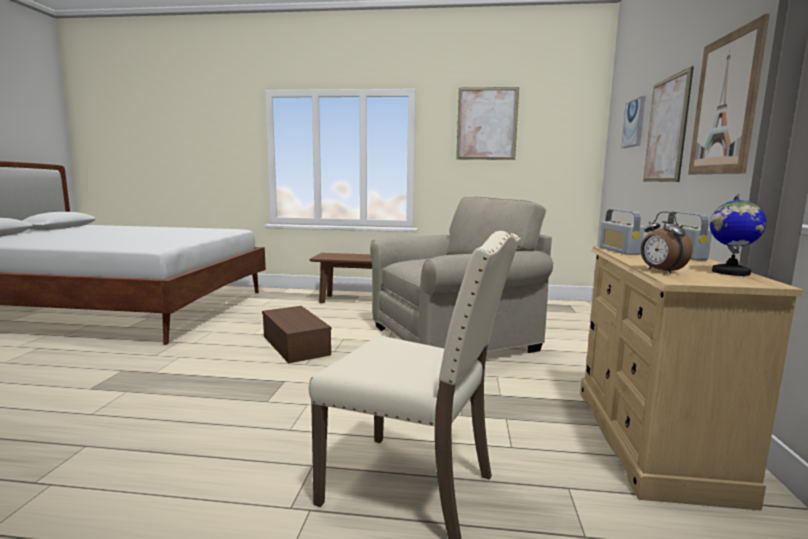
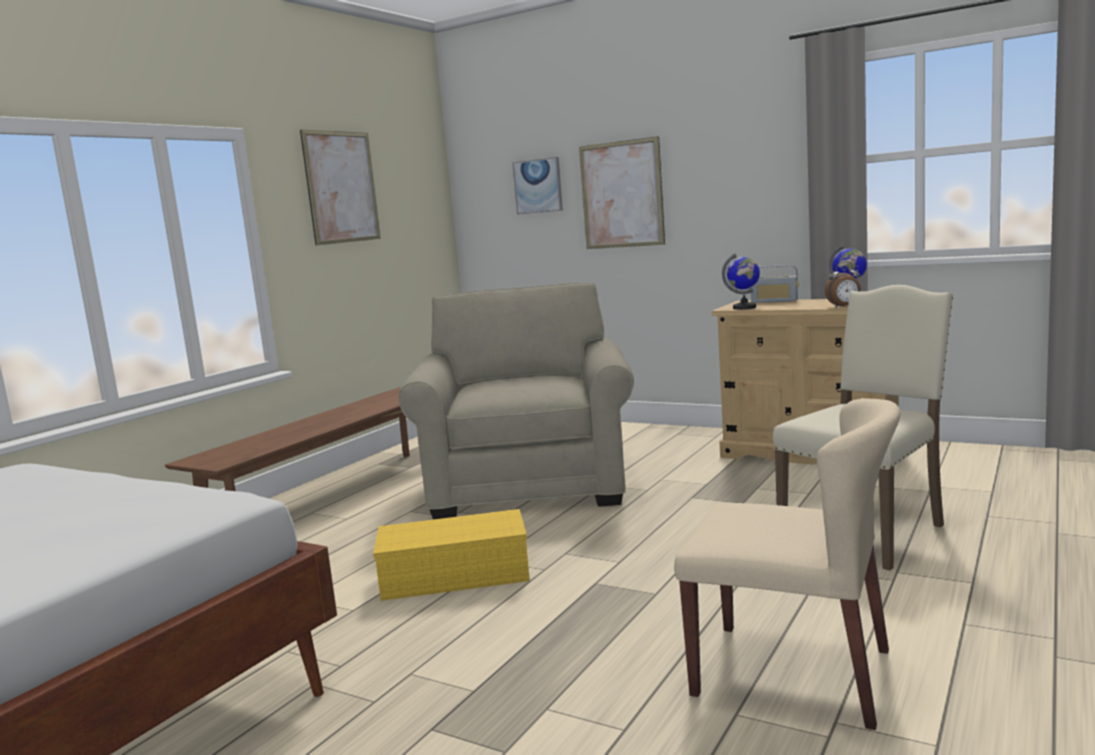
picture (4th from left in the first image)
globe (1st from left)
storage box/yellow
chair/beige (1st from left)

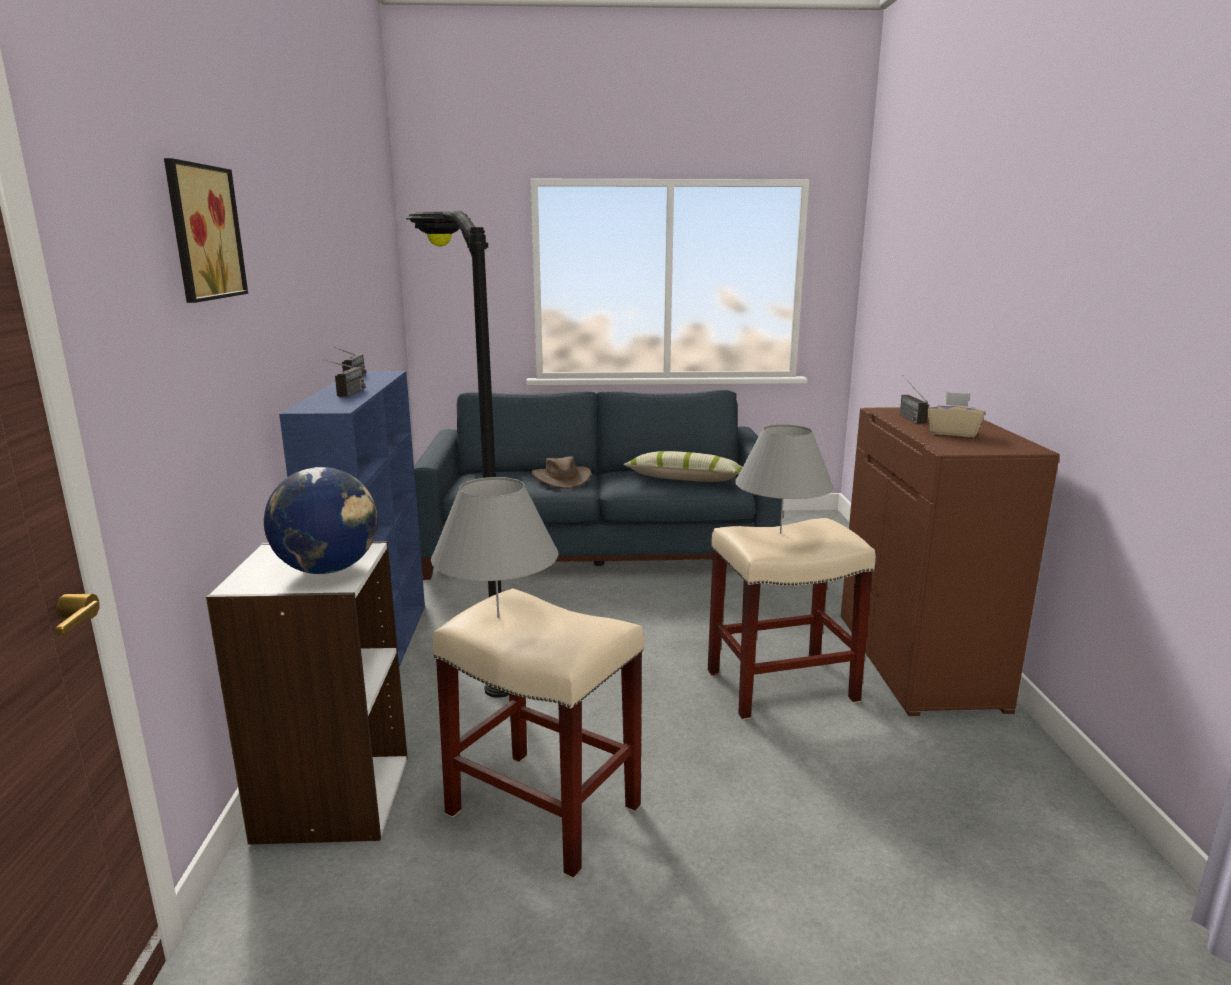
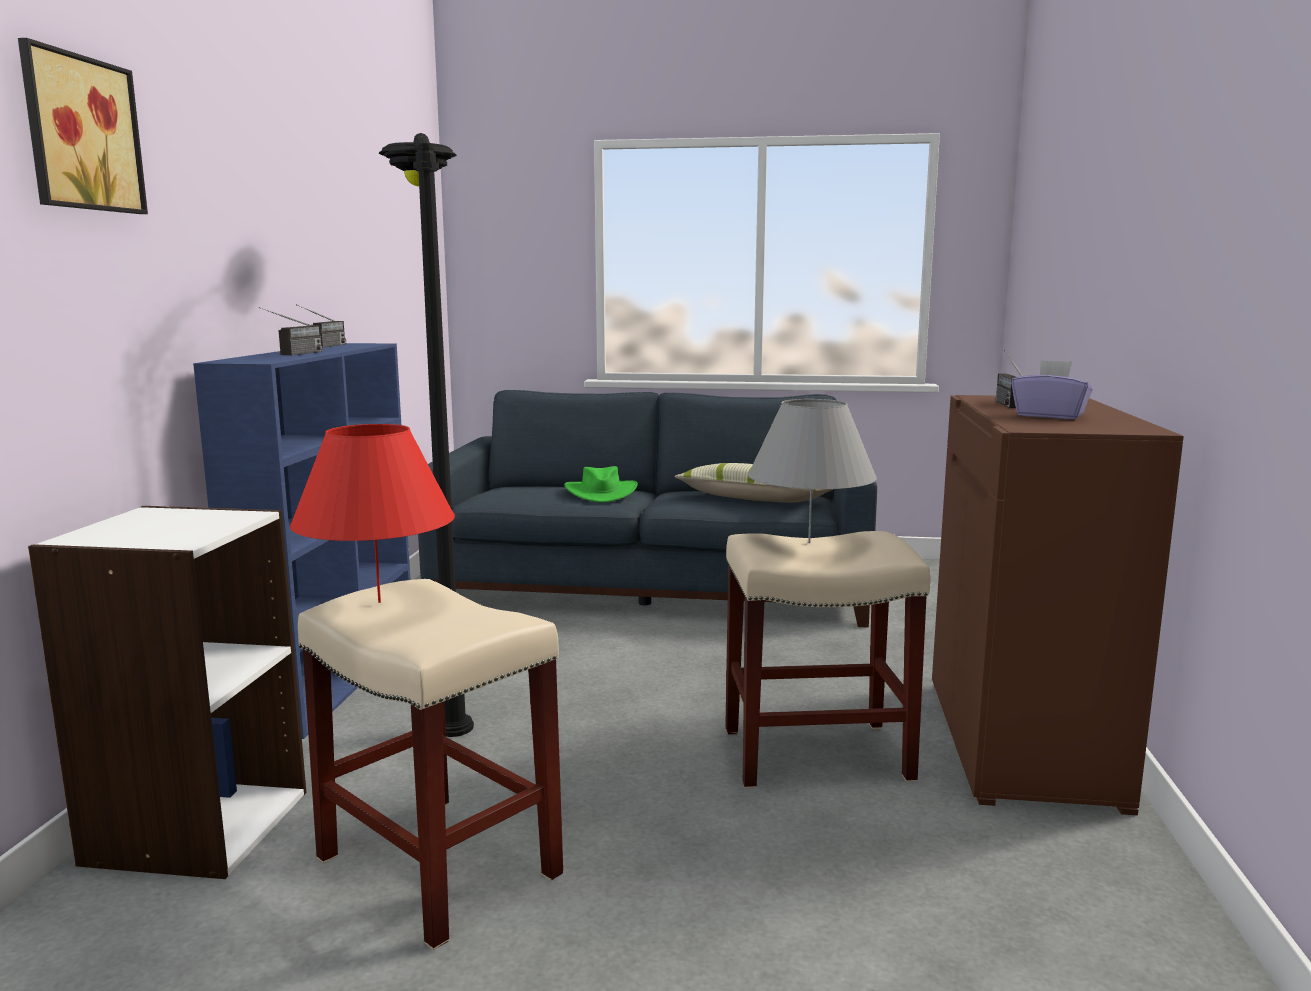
tissue box/purple
hat/green
globe
table lamp/red

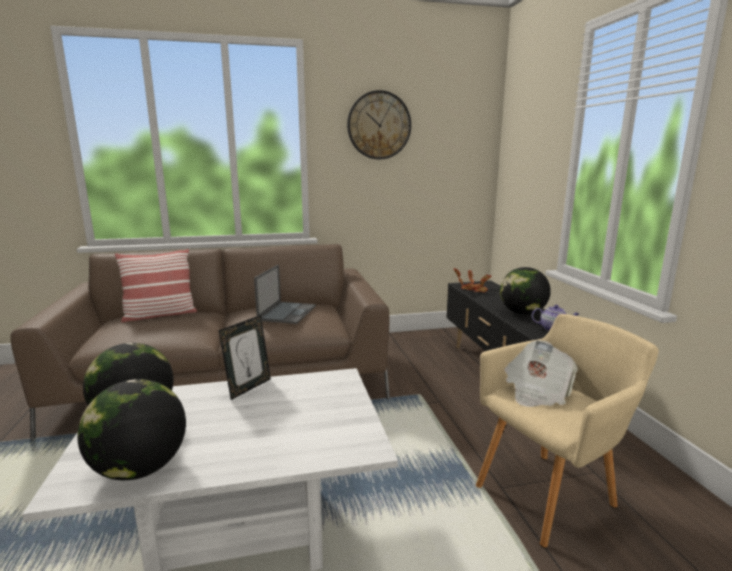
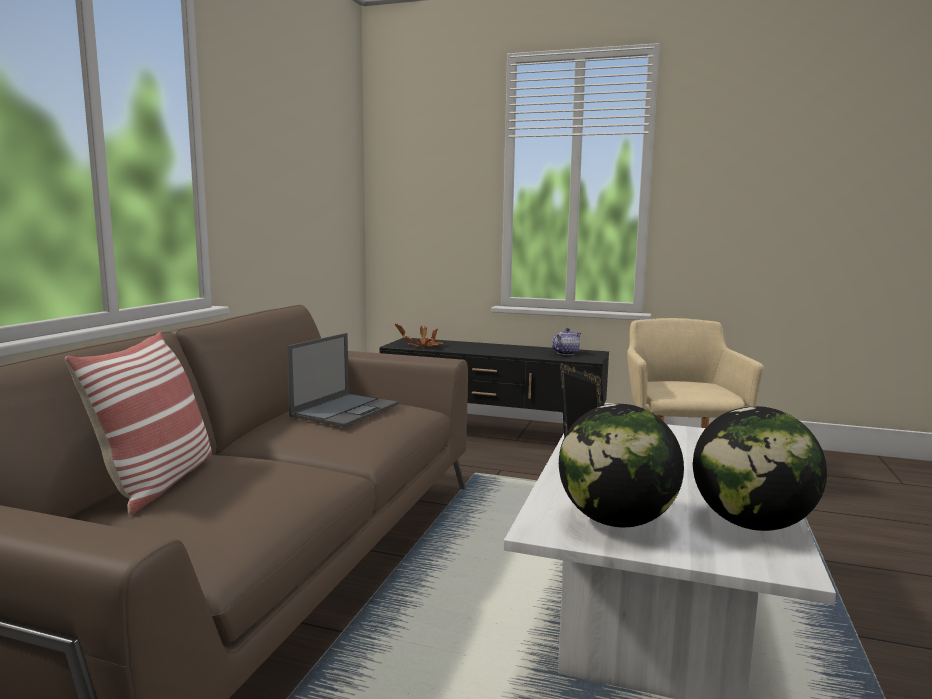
wall clock
laptop
globe (3rd from left in the first image)
newspaper

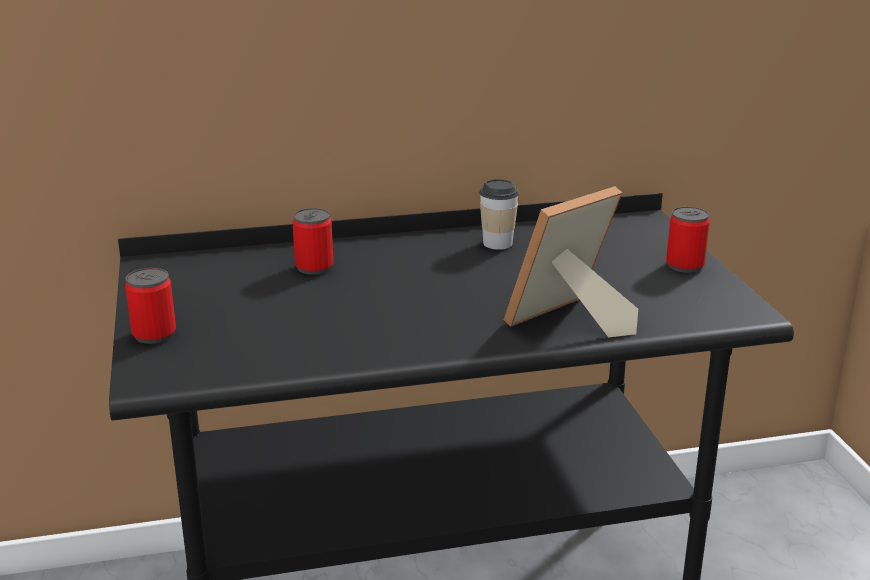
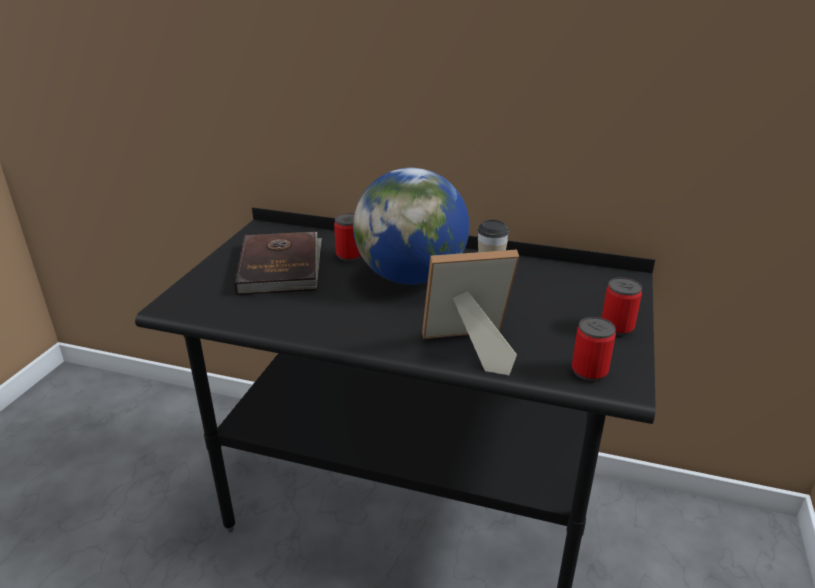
can (2nd from left)
globe
book/brown

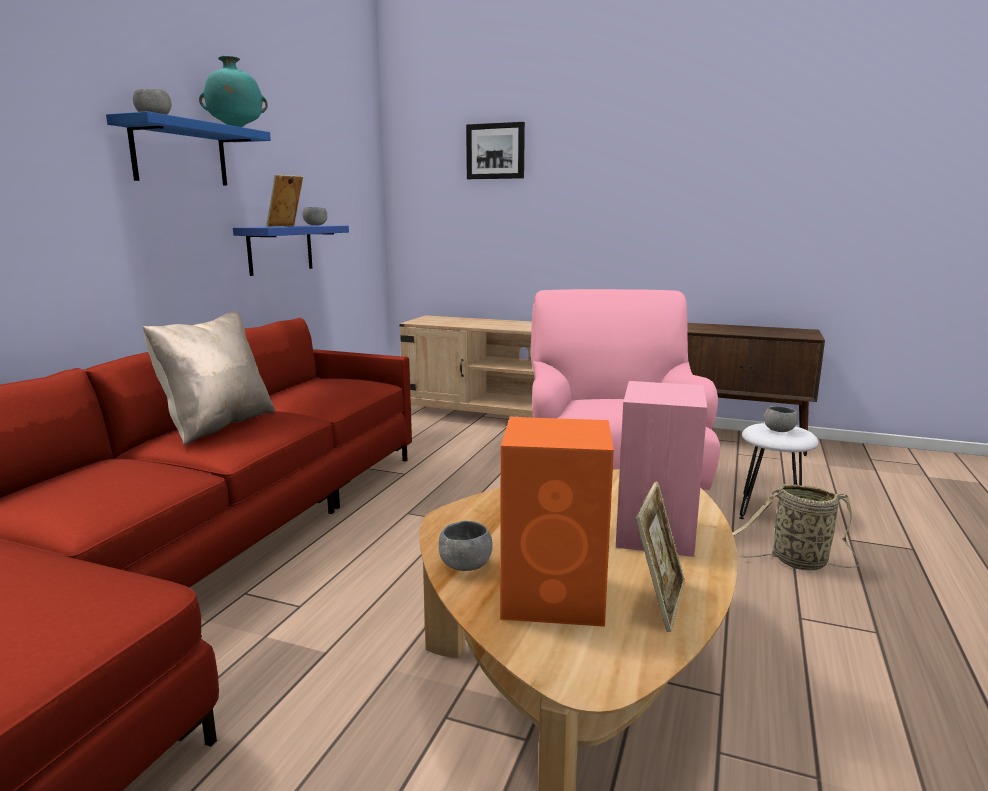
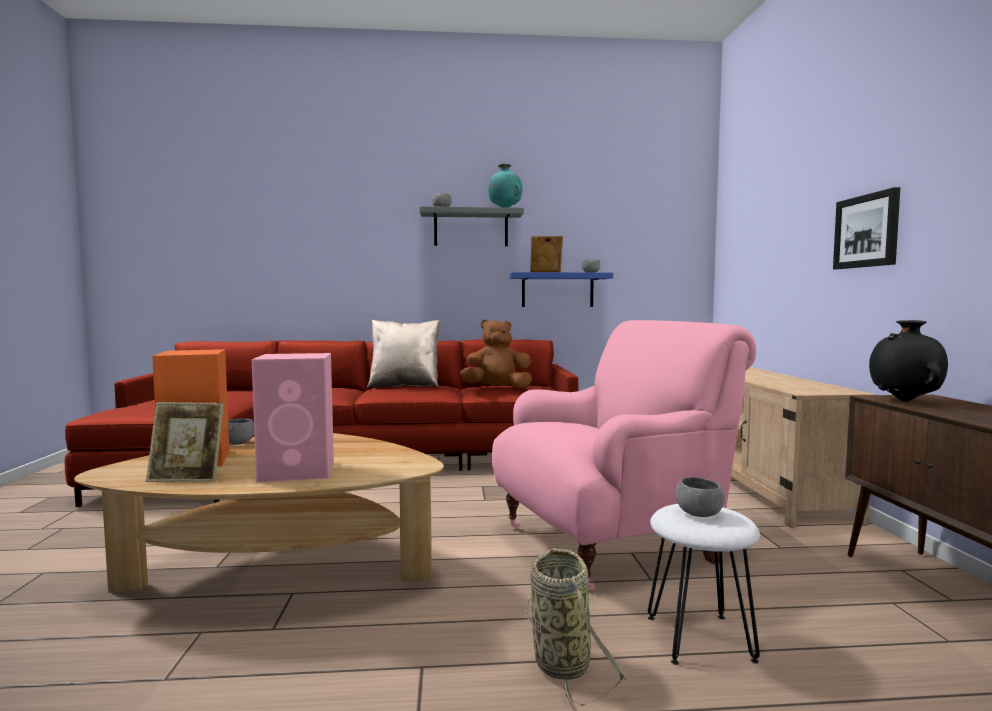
shelf/grey
picture
plush toy/brown
vase/black

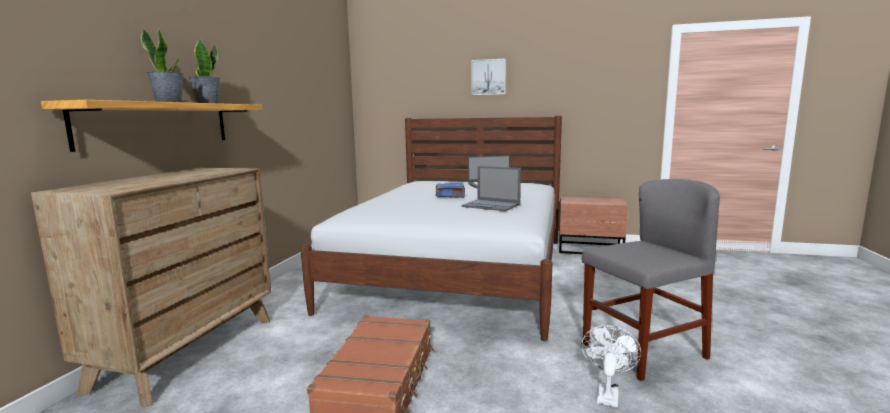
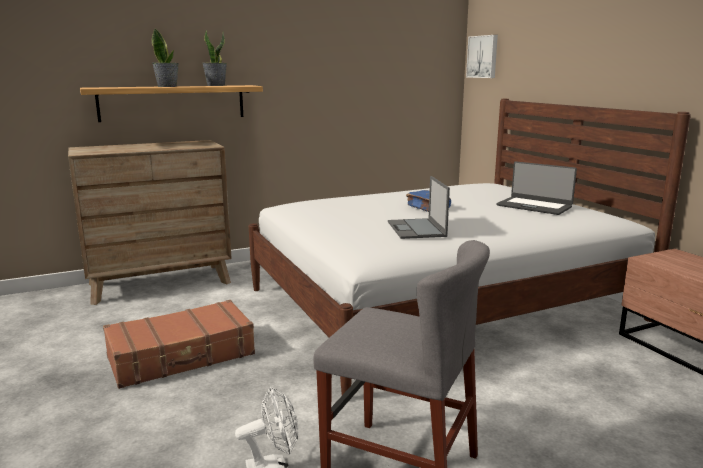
picture

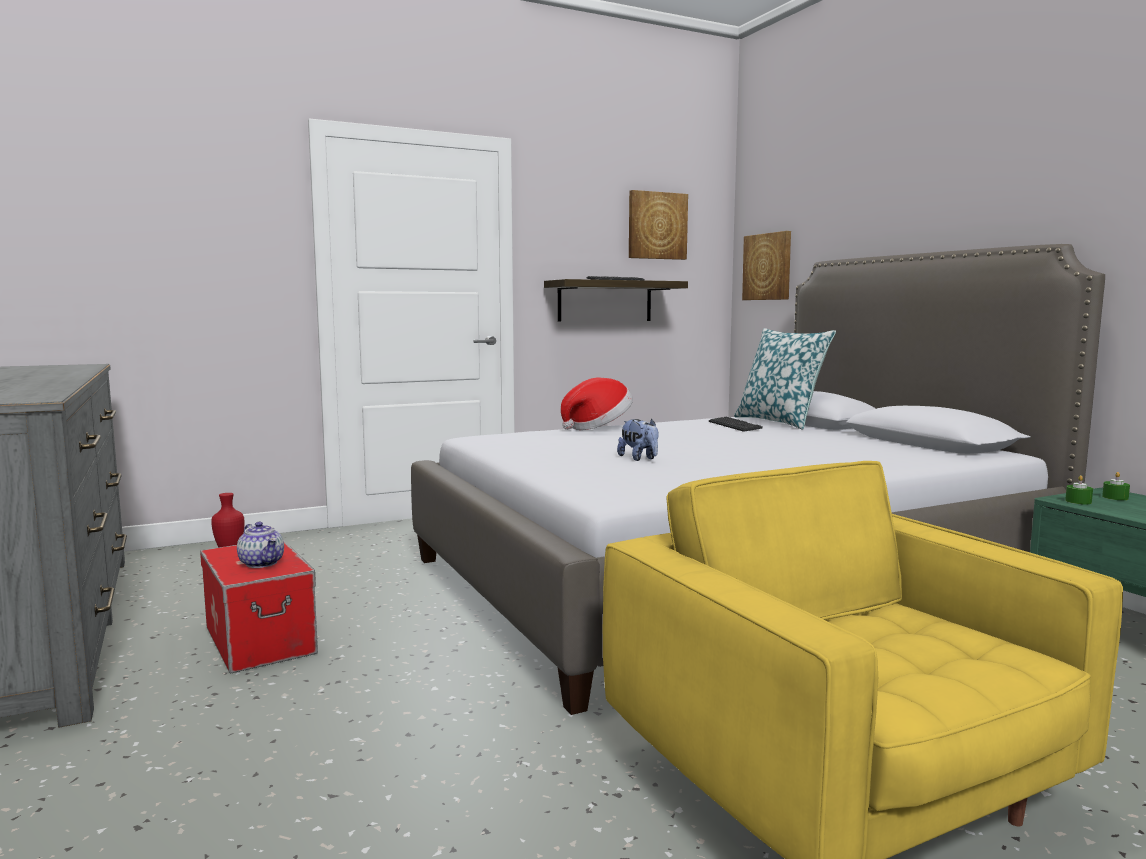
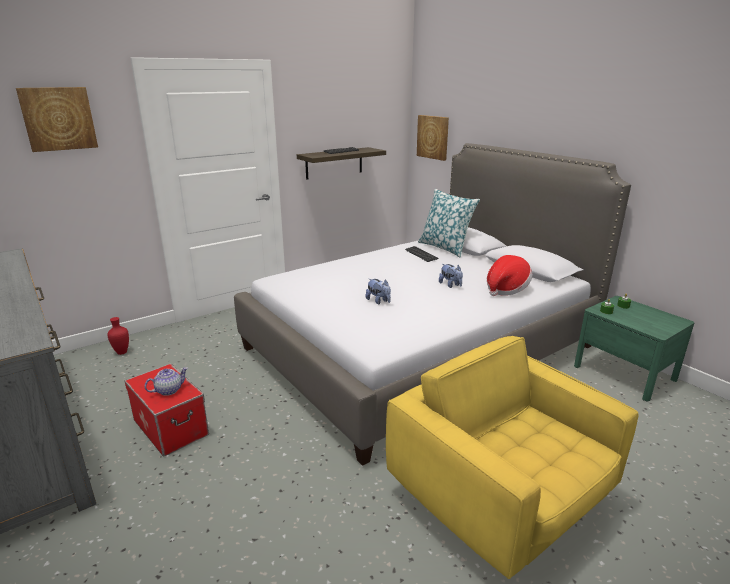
picture (1st from left)
hat
teapot
plush toy (2nd from left)

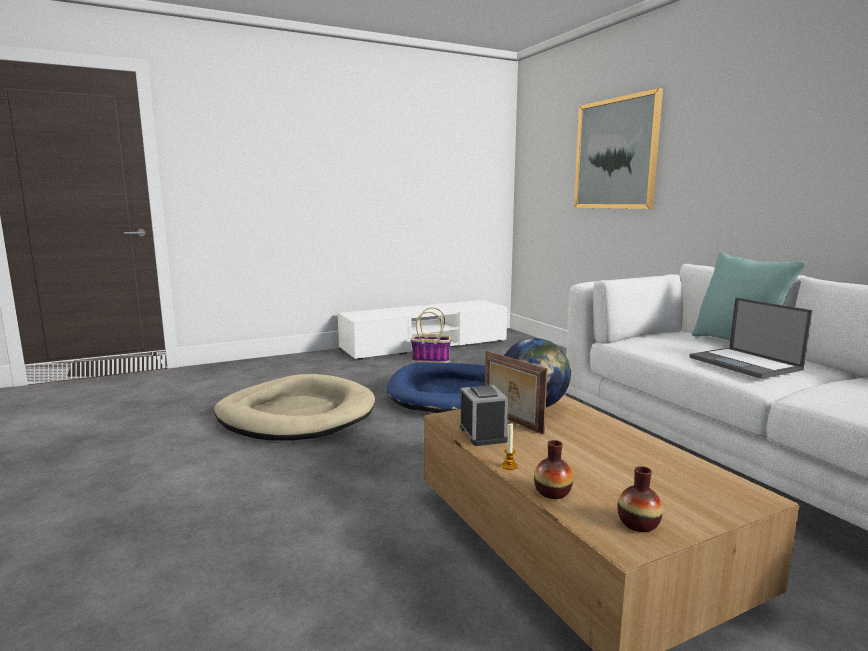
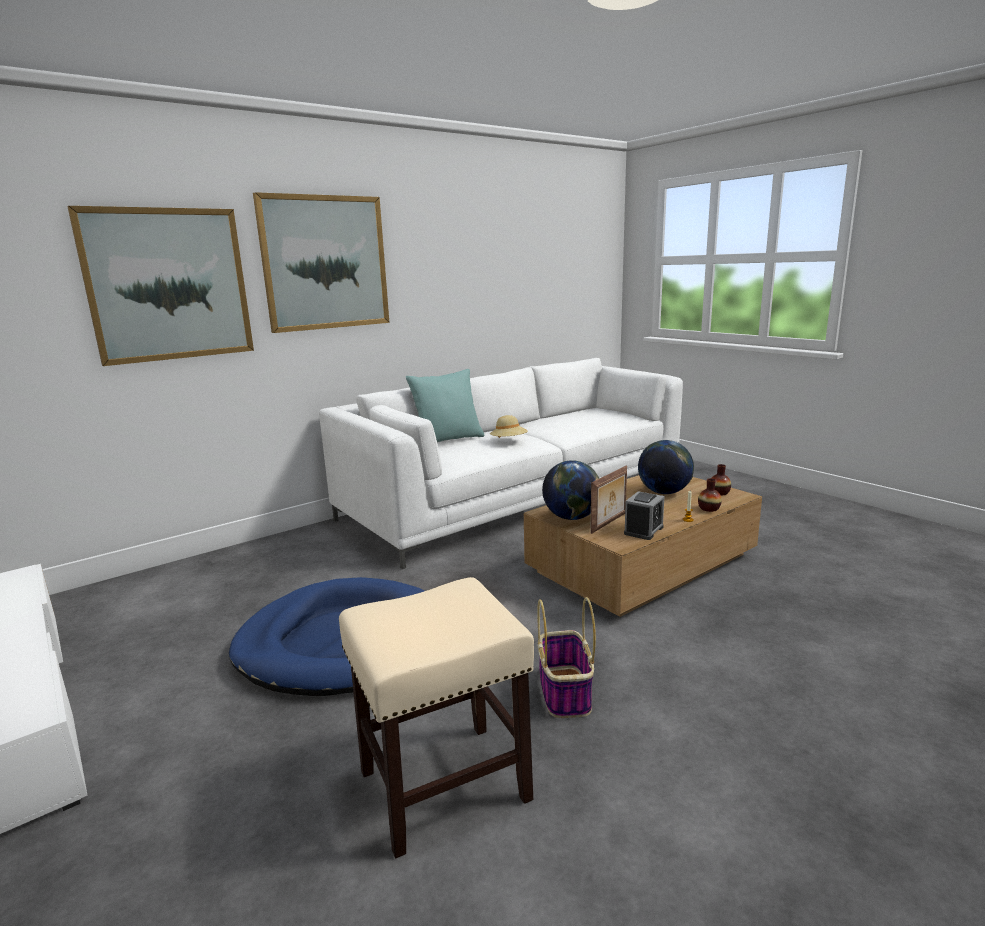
hat/beige
basket
stool/beige
alarm clock
picture (2nd from left)
globe (2nd from left)

